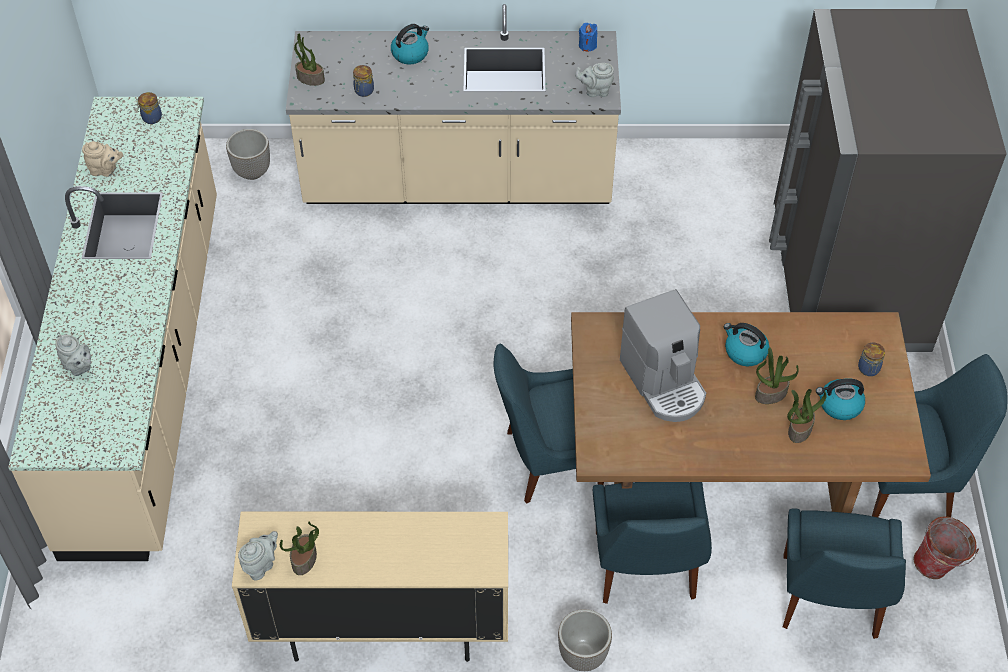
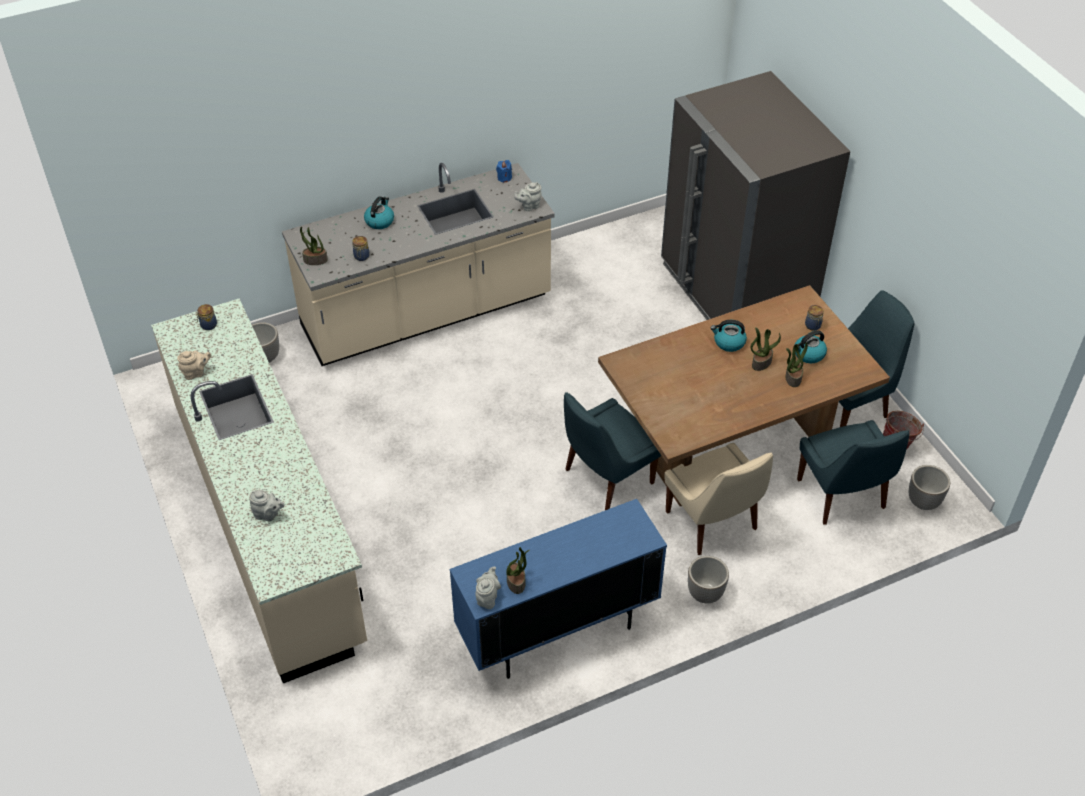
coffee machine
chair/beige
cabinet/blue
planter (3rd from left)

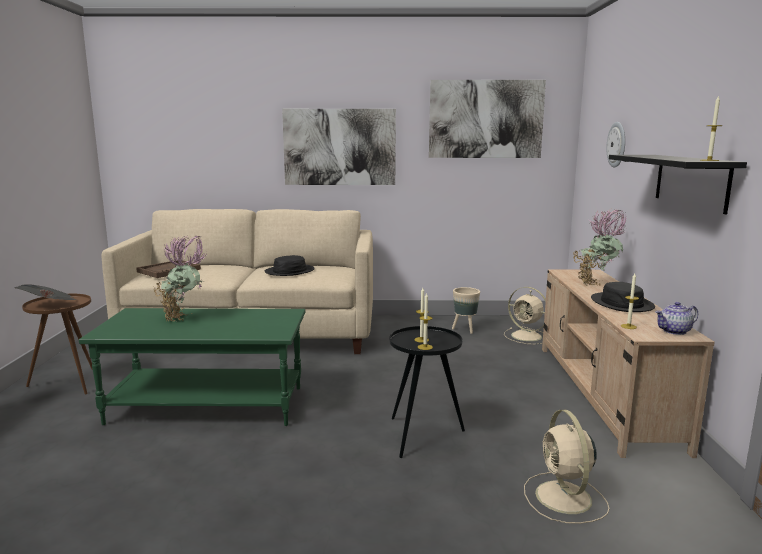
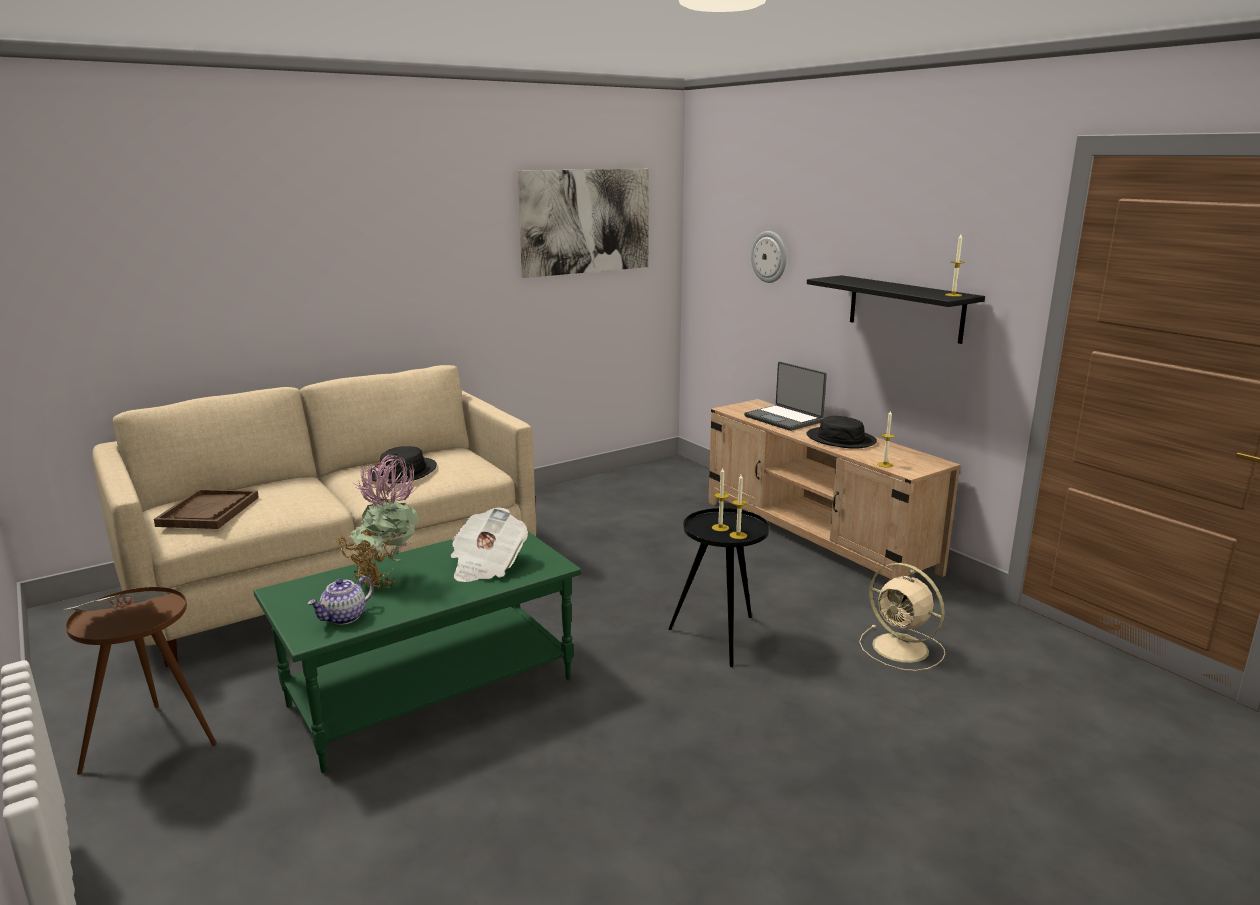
picture (1st from left in the first image)
laptop
planter/beige
fan/beige (1st from left in the first image)
teapot
newspaper (2nd from left)

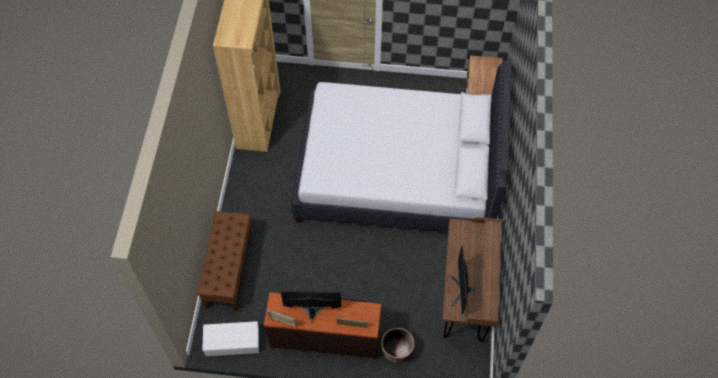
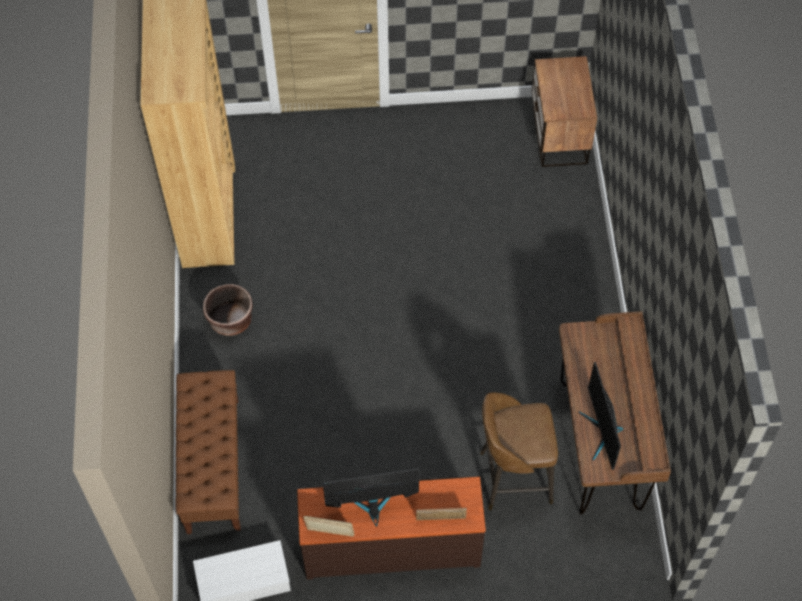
bed/white
planter/brown
stool/brown

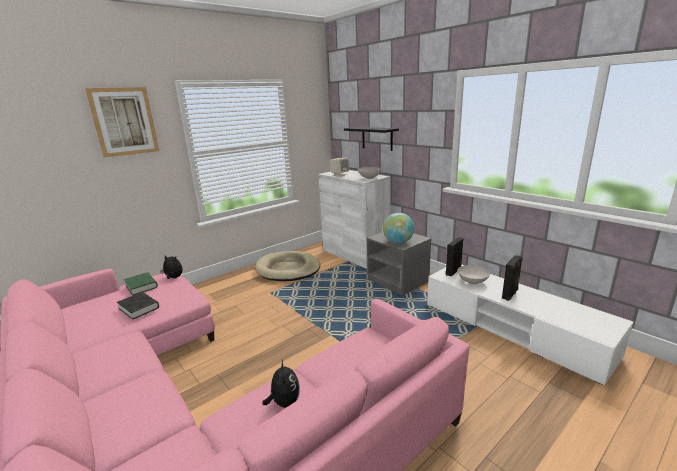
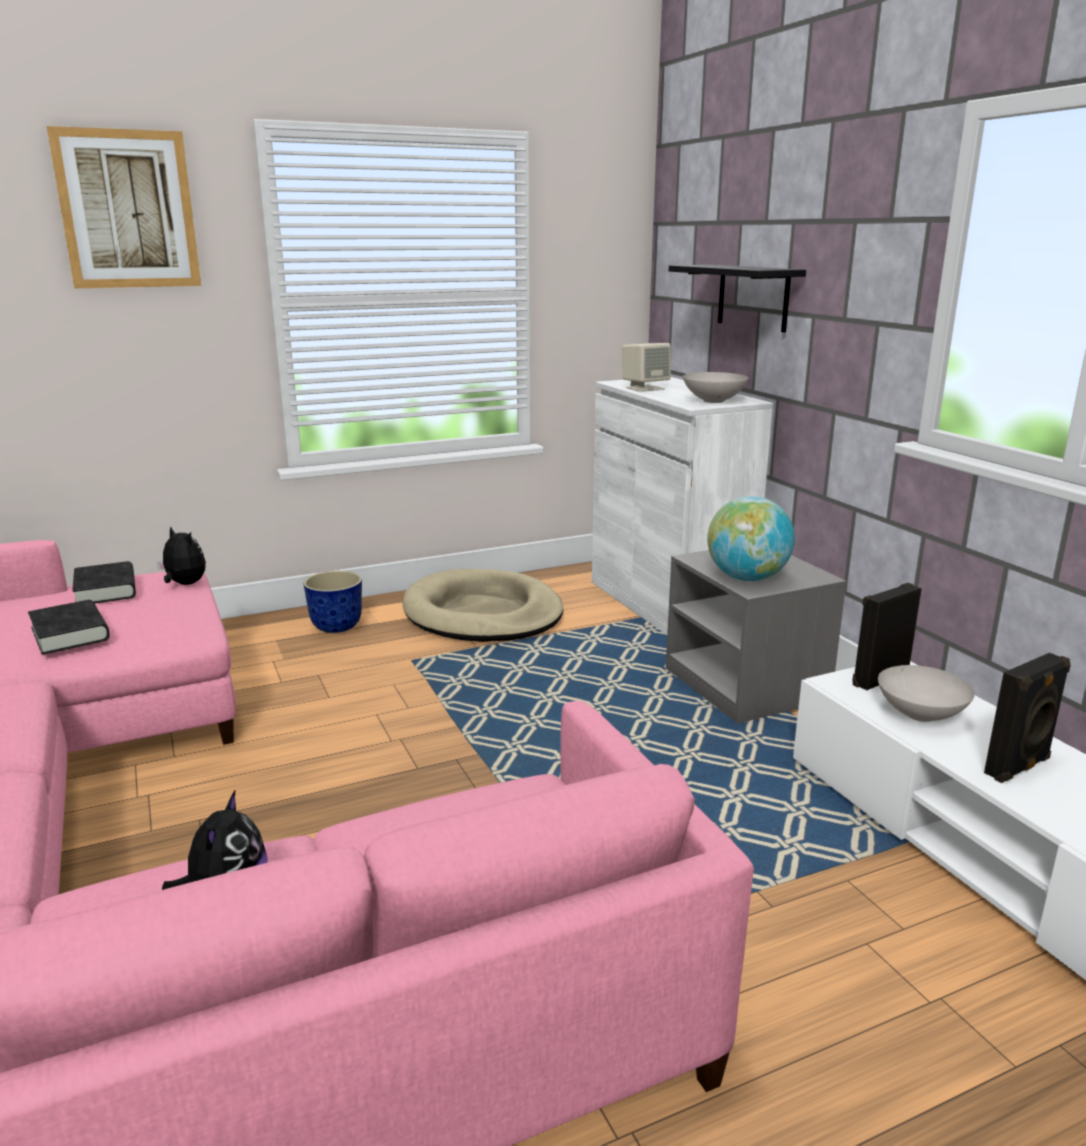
book/black (2nd from left)
planter

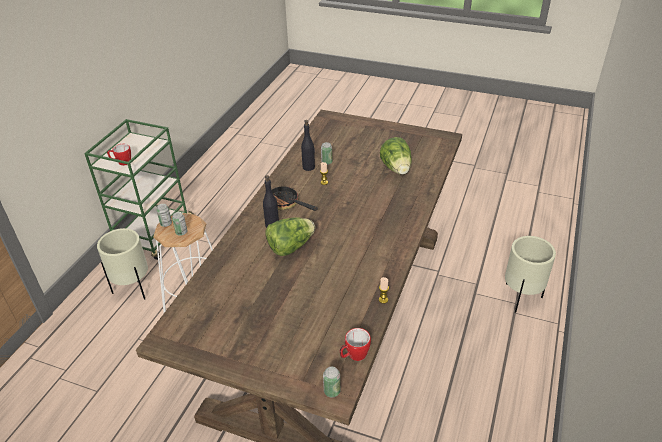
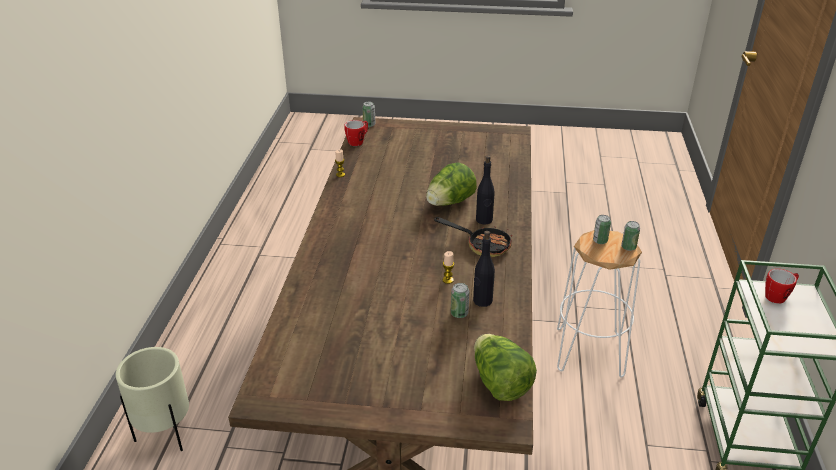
lettuce (2nd from left)
planter/beige (1st from left in the first image)

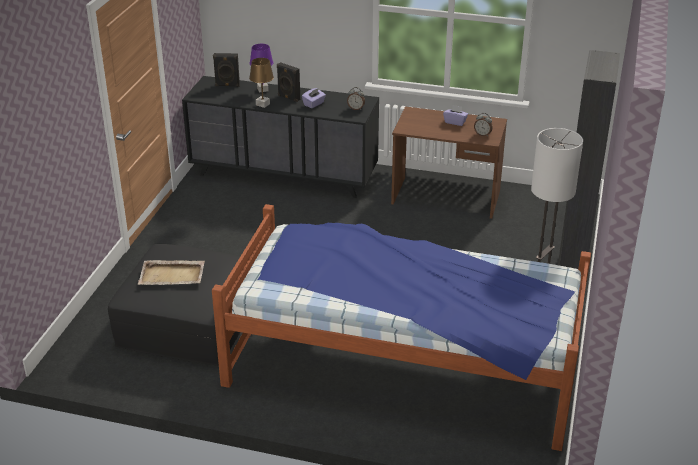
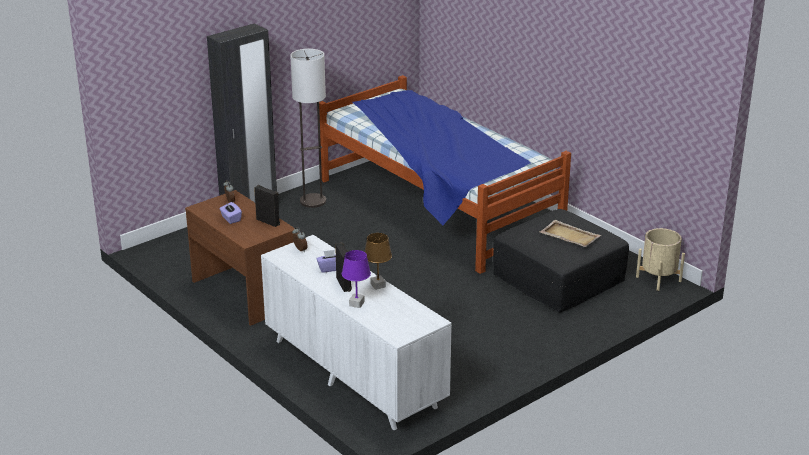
speaker/black (1st from left)
dresser/white
planter/beige

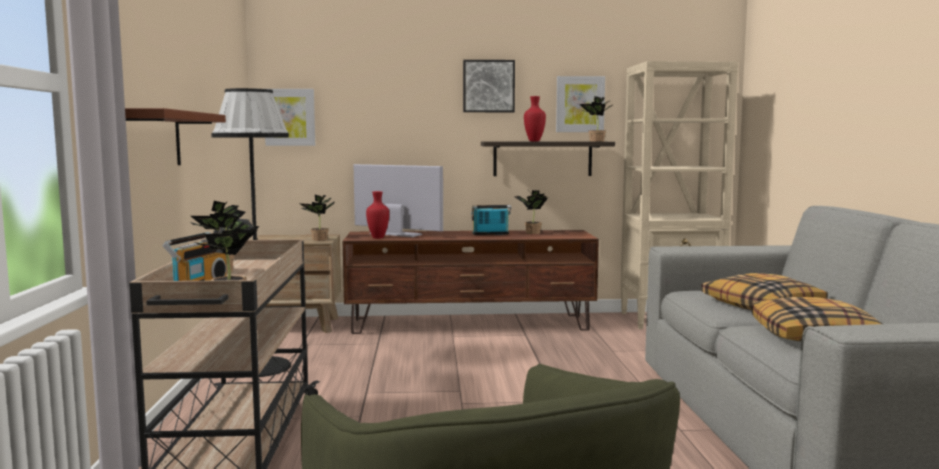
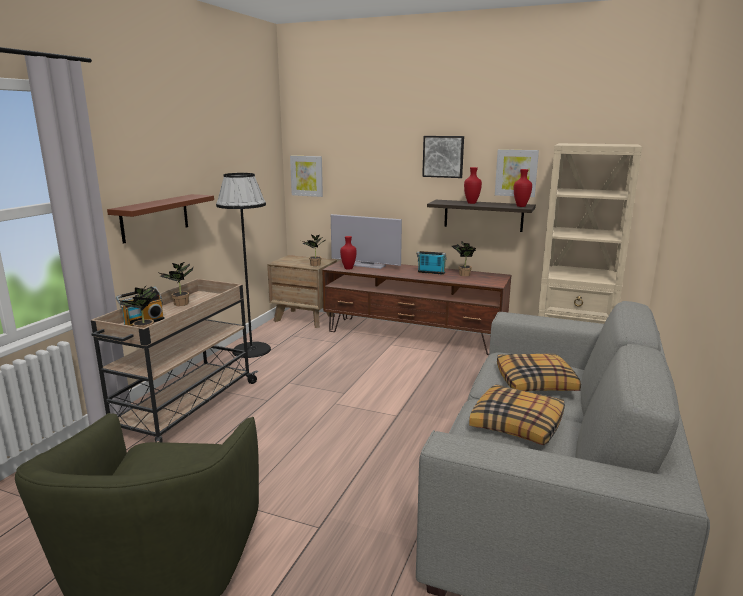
vase/red (3rd from left)
television

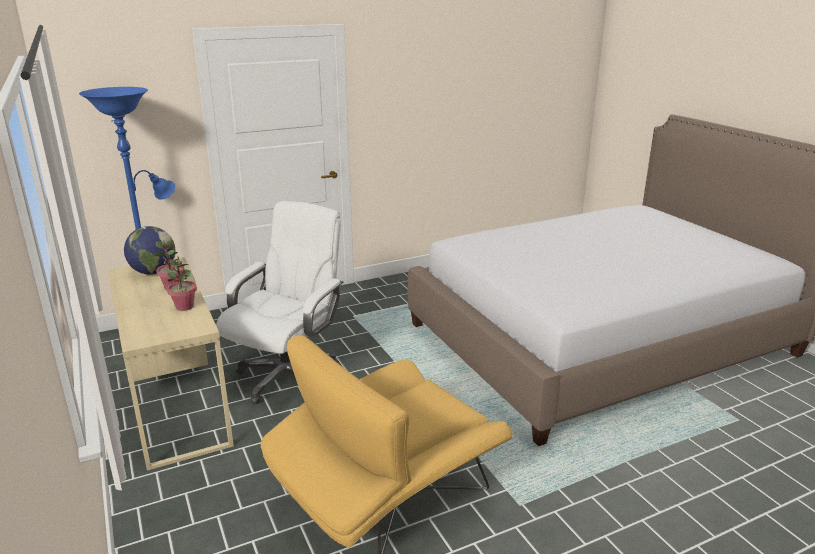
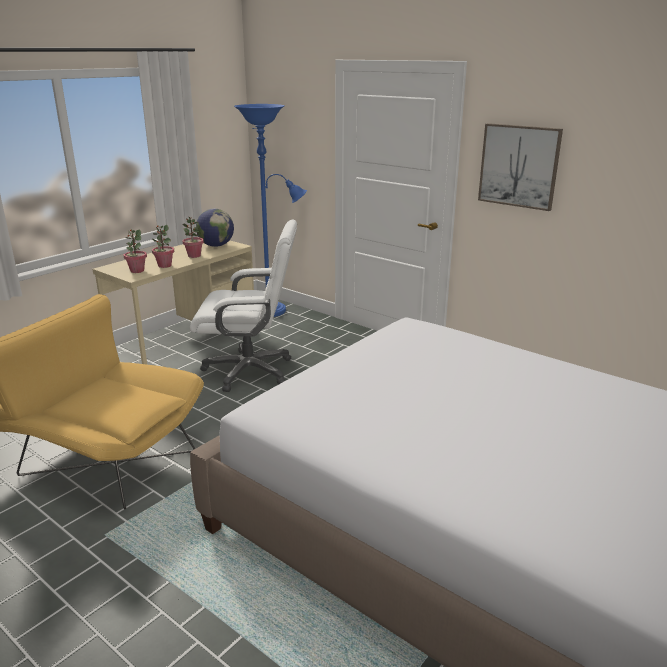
picture
potted plant (1st from left)

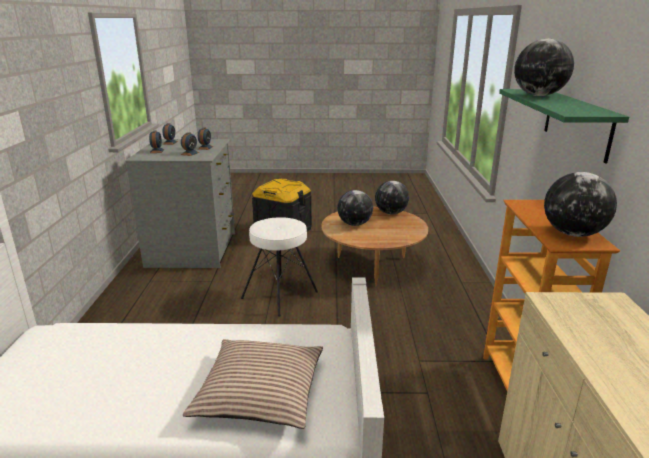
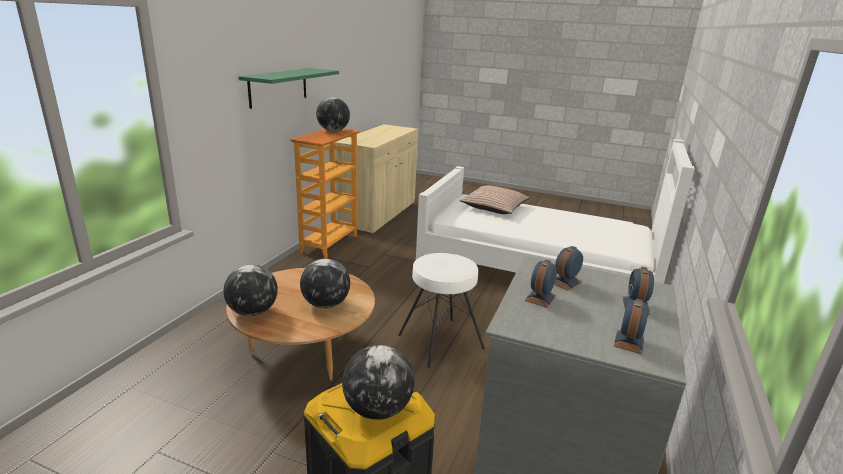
globe (4th from left)

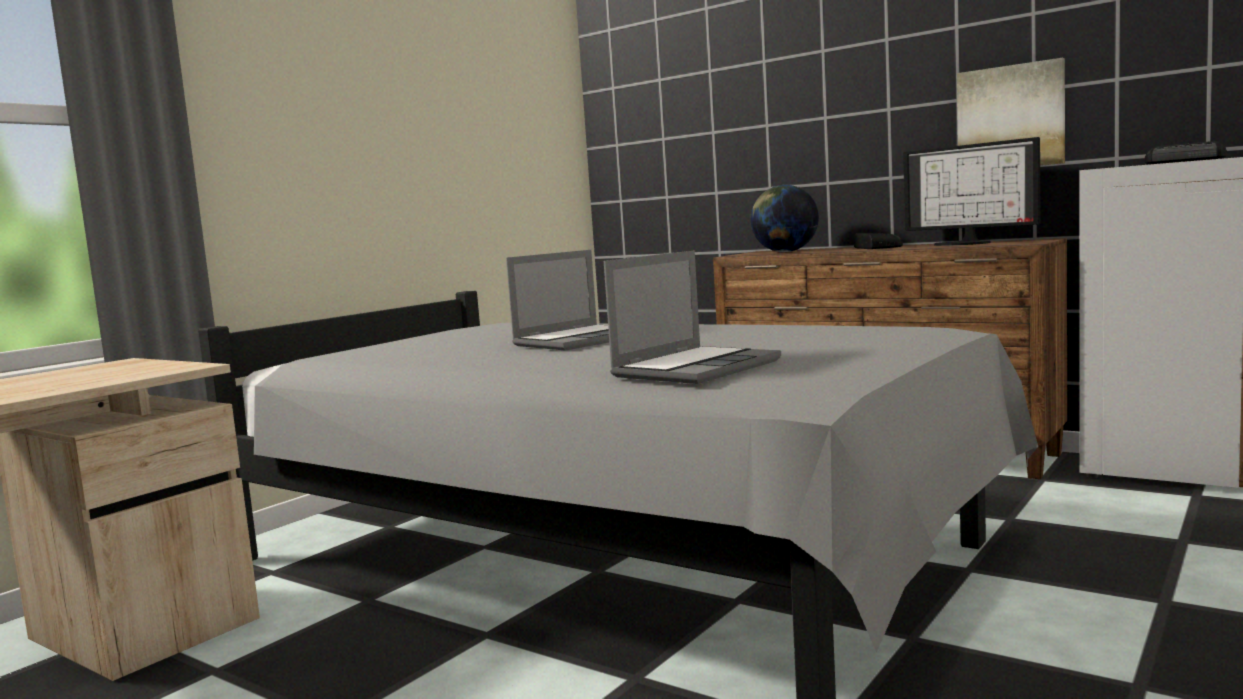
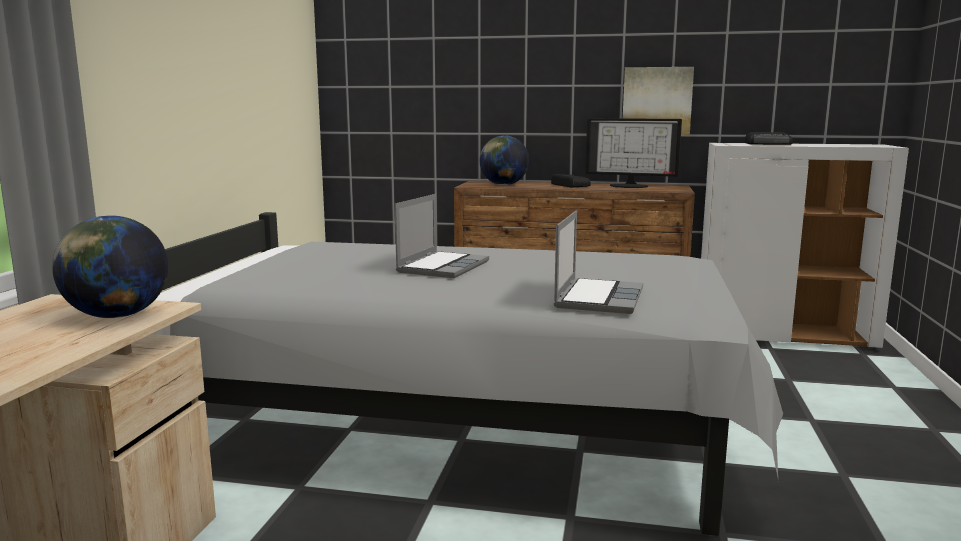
globe (1st from left)

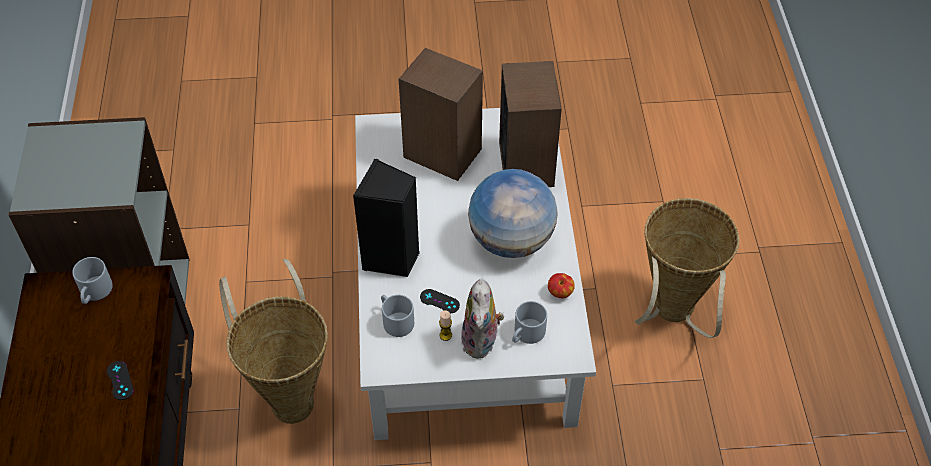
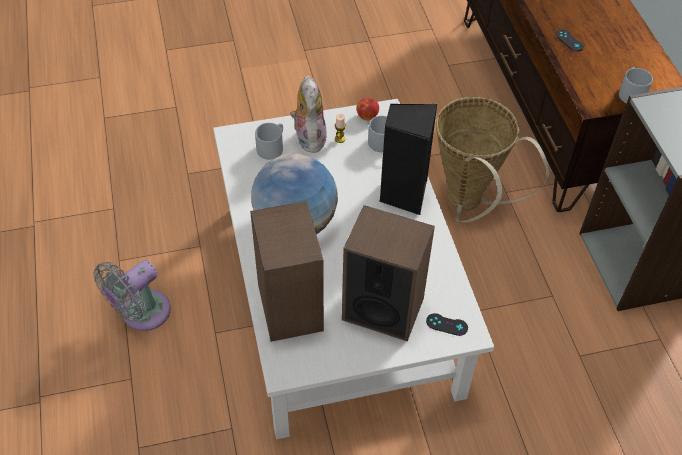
fan/grey
apple
game controller/black (1st from left)

